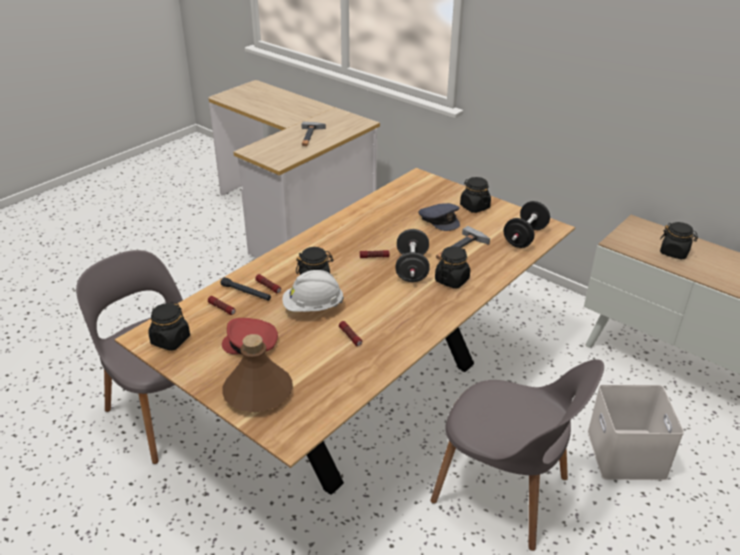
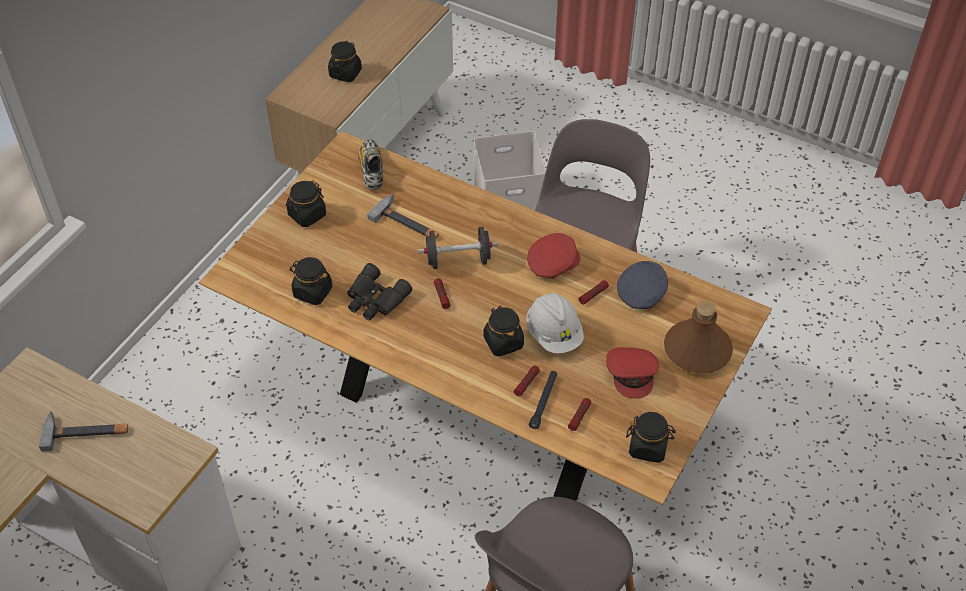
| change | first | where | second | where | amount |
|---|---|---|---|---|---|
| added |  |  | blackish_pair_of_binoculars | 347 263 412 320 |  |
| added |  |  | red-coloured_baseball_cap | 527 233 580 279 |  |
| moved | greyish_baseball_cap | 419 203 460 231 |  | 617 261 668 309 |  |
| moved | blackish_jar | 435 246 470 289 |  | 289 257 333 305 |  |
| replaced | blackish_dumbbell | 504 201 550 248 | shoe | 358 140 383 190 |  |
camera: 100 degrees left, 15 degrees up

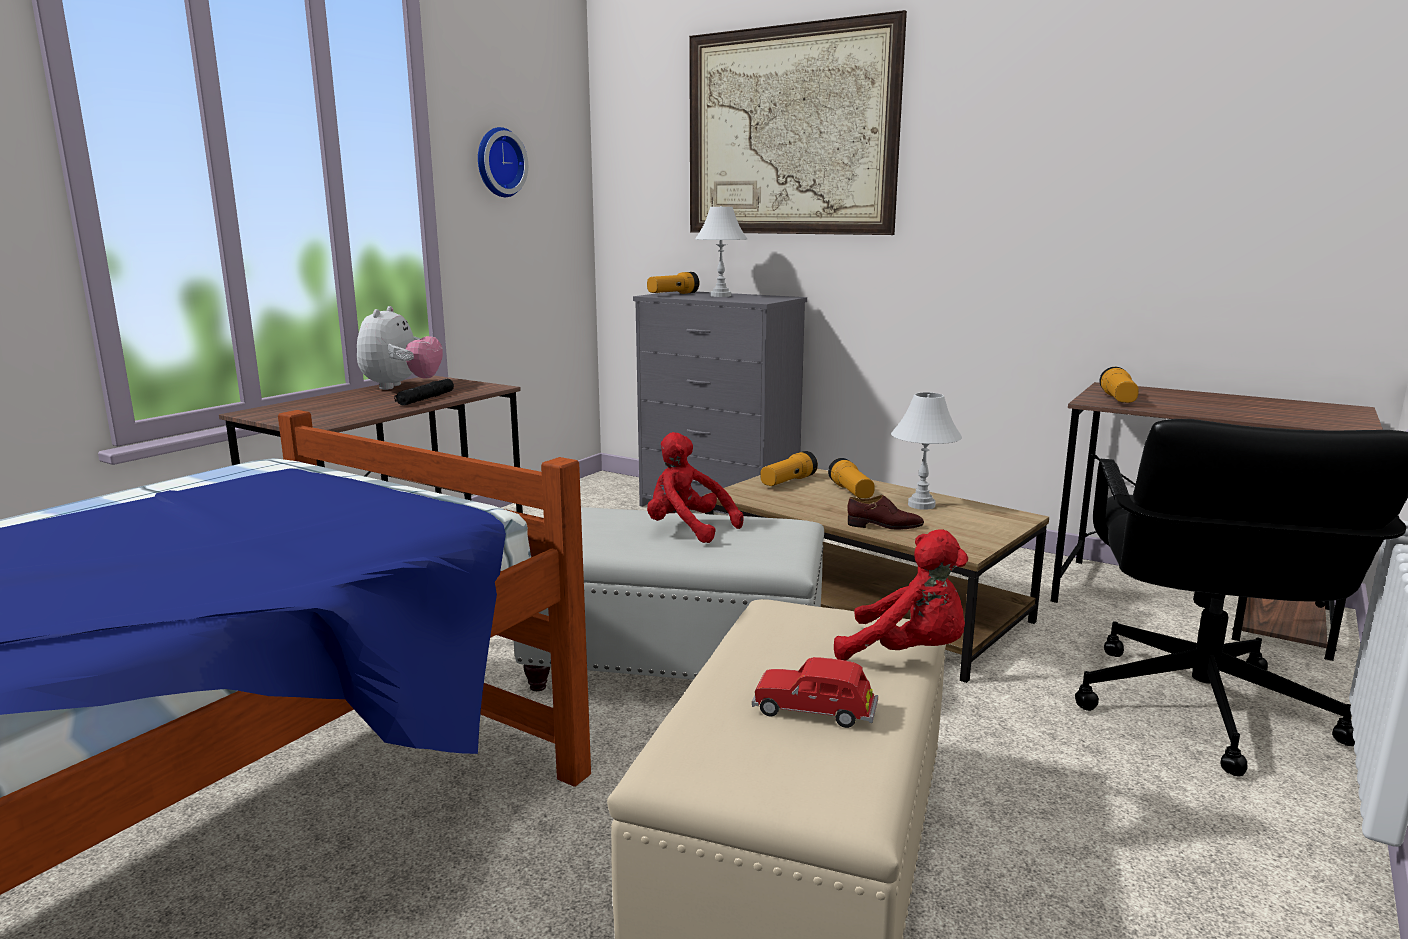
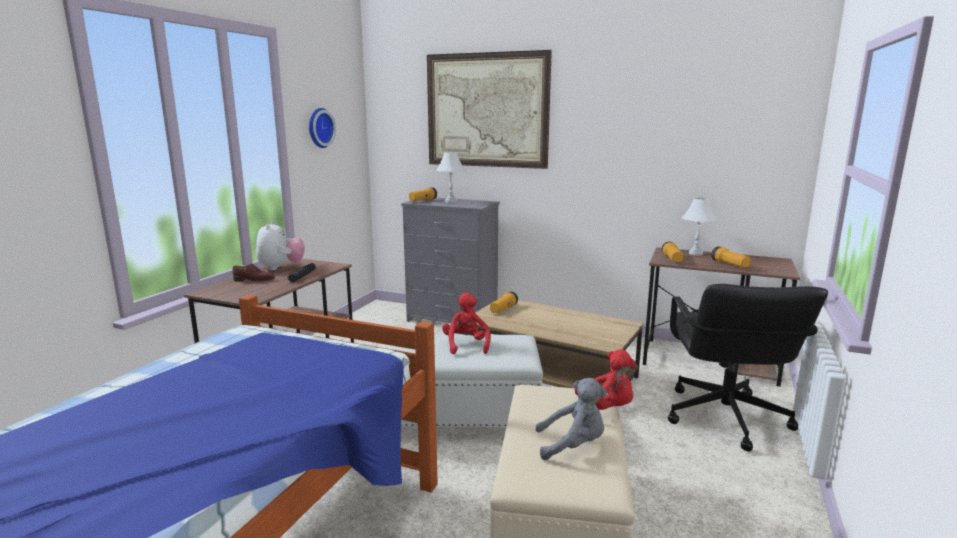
| change | first | where | second | where | amount |
|---|---|---|---|---|---|
| moved | flashlight | 828 458 875 499 |  | 711 246 751 268 |  |
| moved | brown_shoe | 847 495 924 530 |  | 232 263 275 282 |  |
| moved | white_tabletop_lamp | 891 392 962 510 |  | 682 198 718 255 |  |
| replaced | red-coloured_toy_car | 752 657 878 728 | greyish_cuddly_toy | 536 378 607 460 |  |
| turned | red-coloured_cuddly_toy | 647 432 744 543 |  | 442 292 491 354 | 60 degrees clockwise |
camera: 10 degrees left, 0 degrees up

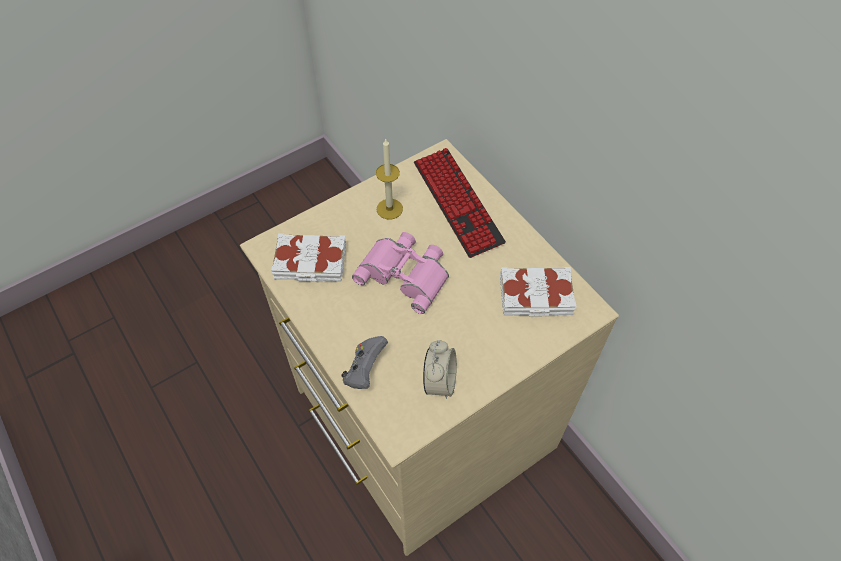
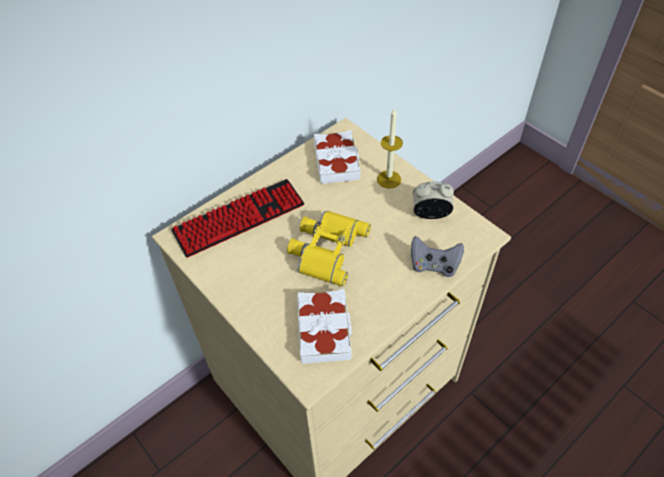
| change | first | where | second | where | amount |
|---|---|---|---|---|---|
| moved | wax_candle | 376 139 403 220 |  | 377 107 403 189 |  |
| recoloured | pinkish_pair_of_binoculars | 352 232 449 314 | yellow_pair_of_binoculars | 287 211 371 286 |  |
camera: 95 degrees left, 5 degrees down

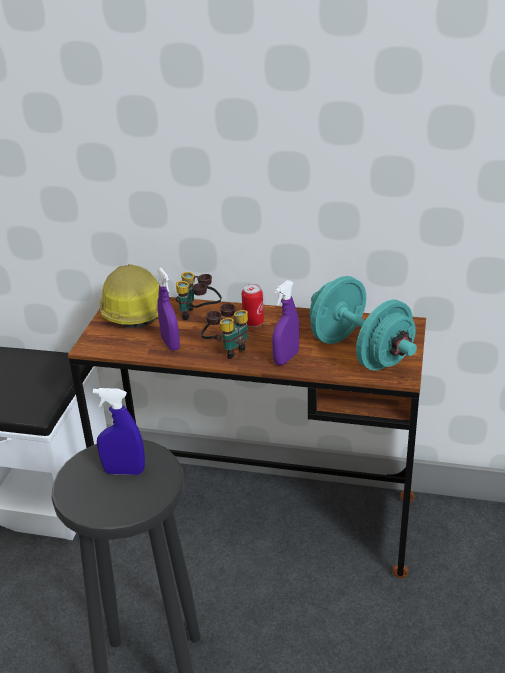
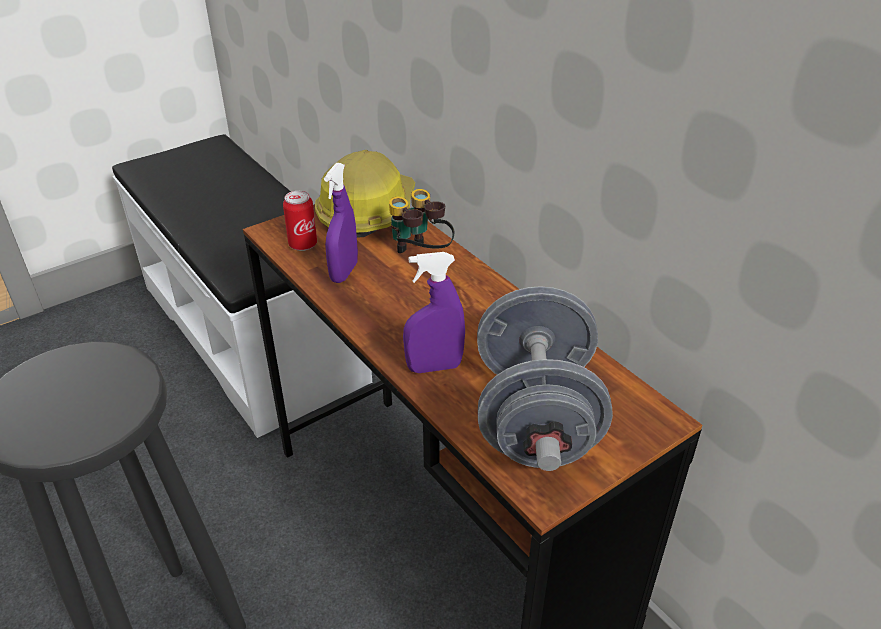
| change | first | where | second | where | amount |
|---|---|---|---|---|---|
| removed | blue-coloured_hand_sprayer | 93 388 145 475 |  |  |  |
| removed | pair_of_binoculars | 201 303 248 359 |  |  |  |
| moved | sealed_can | 242 284 264 327 |  | 283 191 317 251 |  |
| recoloured | turquoise-coloured_dumbbell | 310 276 417 371 | greyish_dumbbell | 477 286 613 471 |  |
camera: 40 degrees right, 5 degrees up

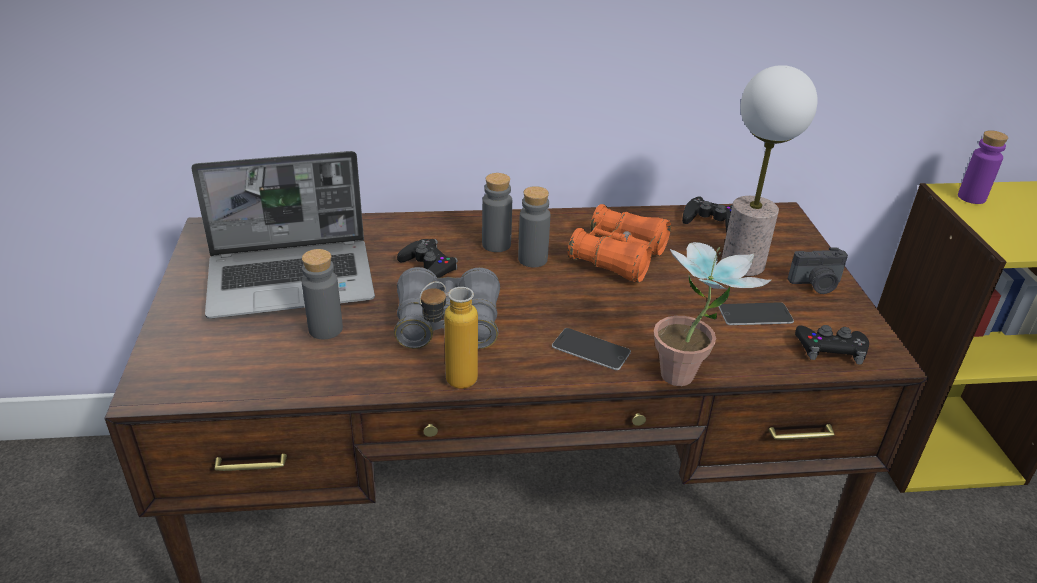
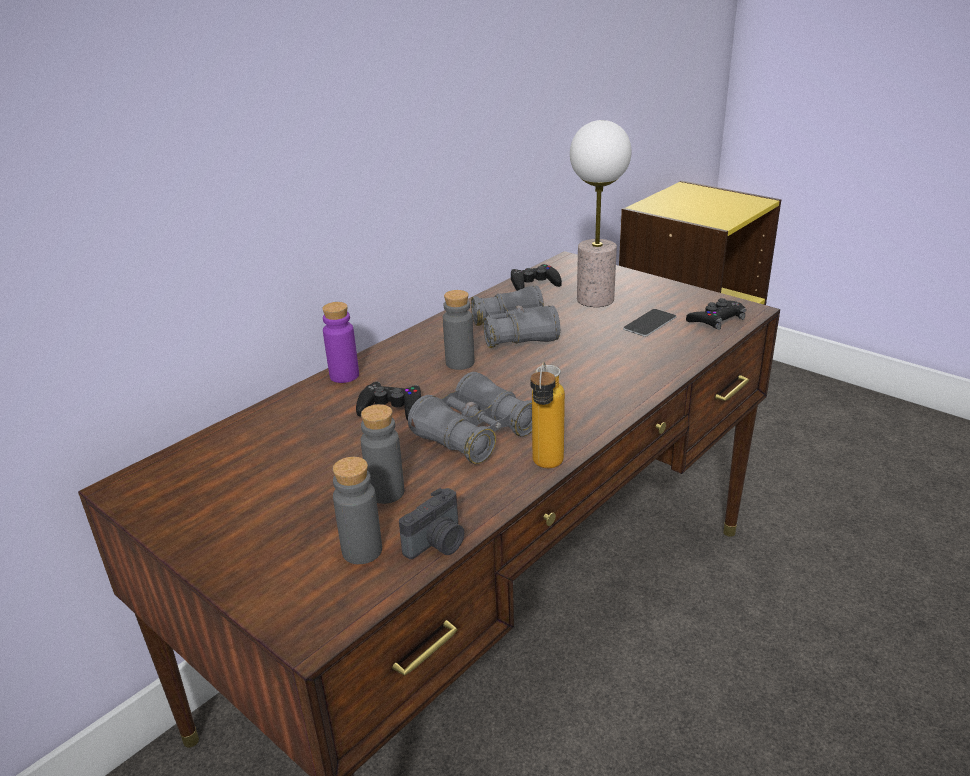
| change | first | where | second | where | amount |
|---|---|---|---|---|---|
| removed | portable_computer | 191 151 375 319 |  |  |  |
| removed | handset | 552 328 631 370 |  |  |  |
| removed | potted_plant | 654 242 772 386 |  |  |  |
| moved | greyish_beverage_bottle | 482 173 512 252 |  | 333 457 382 564 |  |
| moved | still_camera | 788 247 848 294 |  | 399 488 464 559 |  |
| moved | purple_beverage_bottle | 958 130 1008 204 |  | 322 302 359 383 |  |
| recoloured | orange-coloured_pair_of_binoculars | 568 204 671 283 | greyish_pair_of_binoculars | 471 286 560 348 |  |
camera: 40 degrees left, 5 degrees down

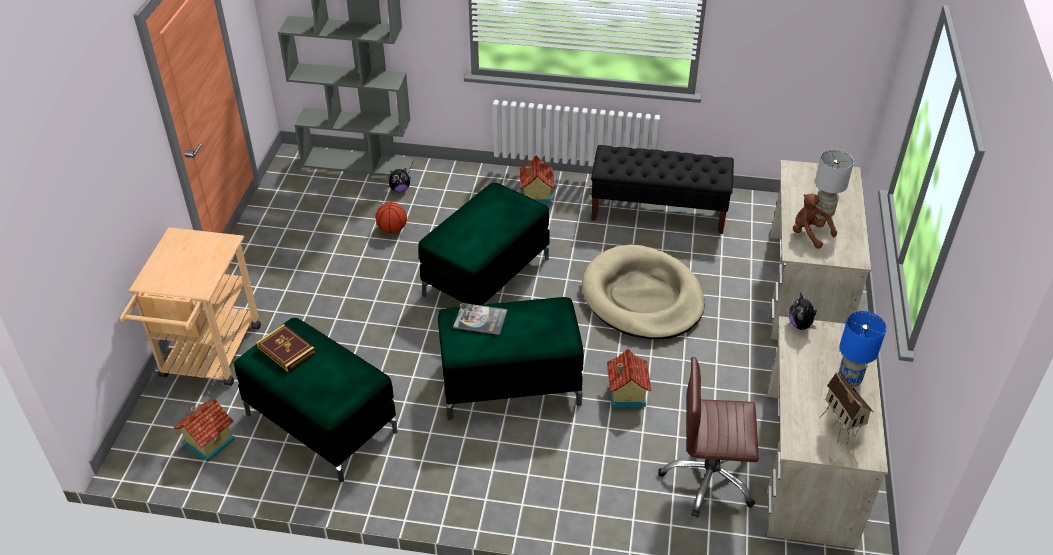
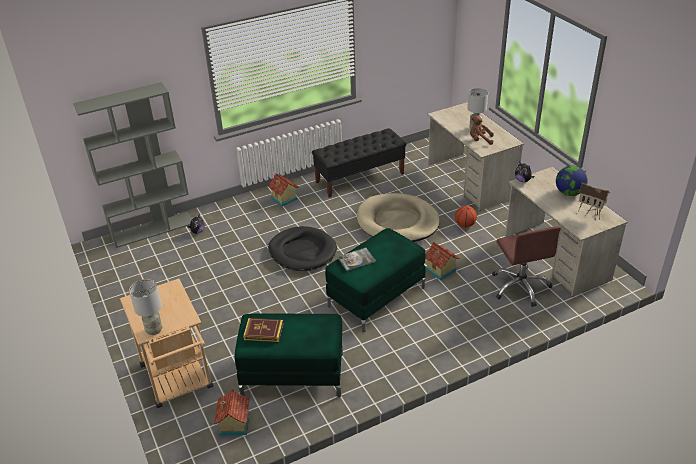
| change | first | where | second | where | amount |
|---|---|---|---|---|---|
| added |  |  | greyish_tabletop_lamp | 129 279 162 335 |  |
| moved | basketball_ball | 375 202 407 233 |  | 455 206 477 227 |  |
| replaced | green-coloured_ottoman | 418 183 550 305 | blackish_dog_cushion | 268 226 337 271 |  |
| replaced | blue-coloured_tabletop_lamp | 838 311 887 387 | desk_globe | 556 165 588 196 |  |
| turned | brown_computer_chair | 658 357 758 518 |  | 492 226 561 307 | 75 degrees counterclockwise |
camera: 35 degrees left, 5 degrees down

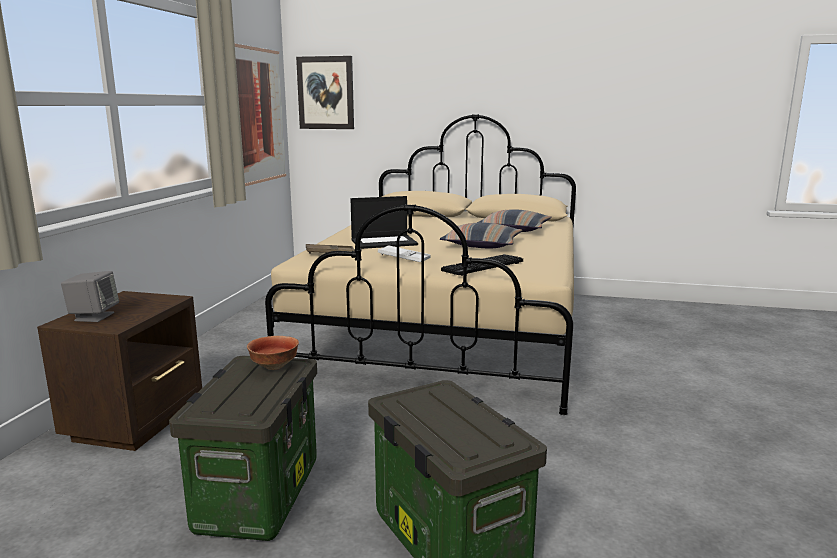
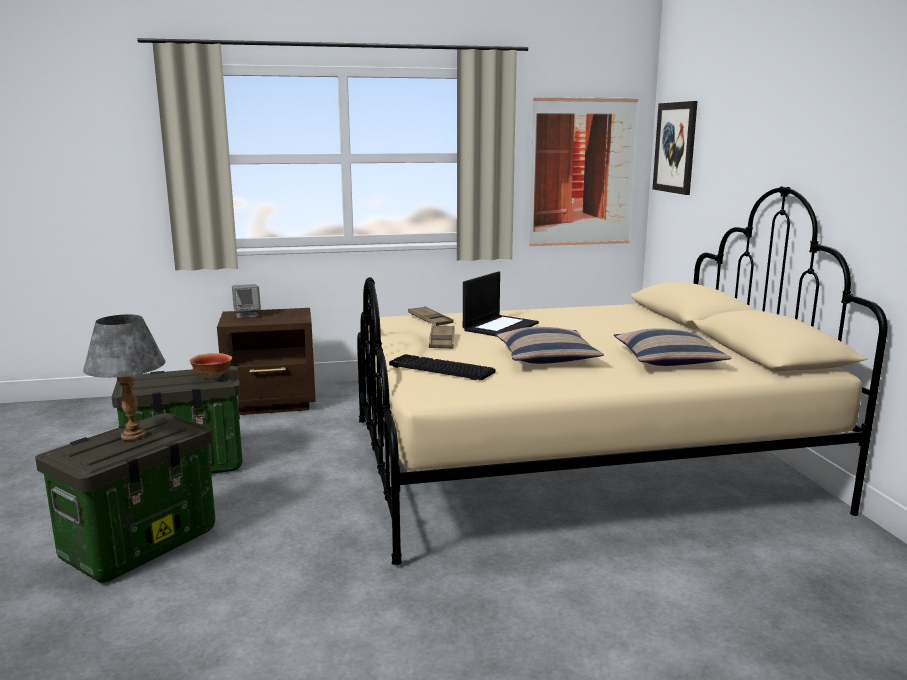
| change | first | where | second | where | amount |
|---|---|---|---|---|---|
| added |  |  | greyish_tabletop_lamp | 83 314 165 440 |  |
| recoloured | white_carrying_tray | 378 245 431 262 | brown_carrying_tray | 429 325 455 348 |  |
| turned | portable_computer | 351 196 418 249 |  | 463 271 539 337 | 105 degrees counterclockwise |
camera: 65 degrees right, 0 degrees up

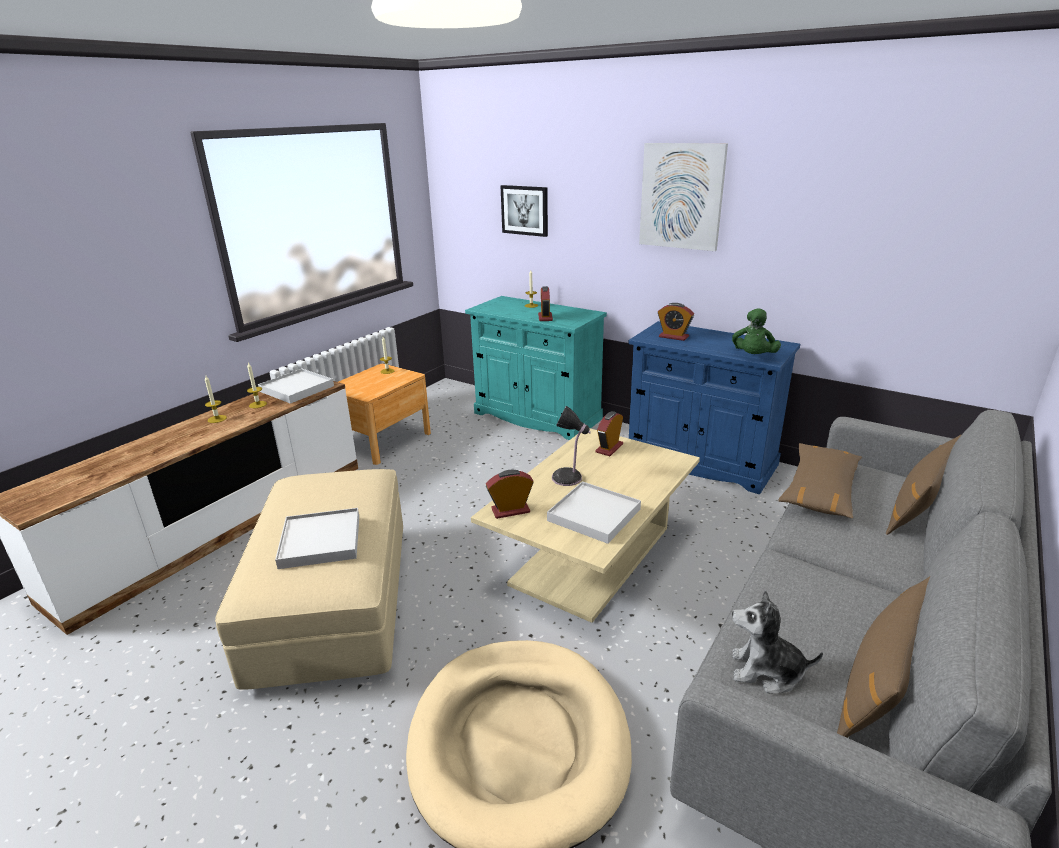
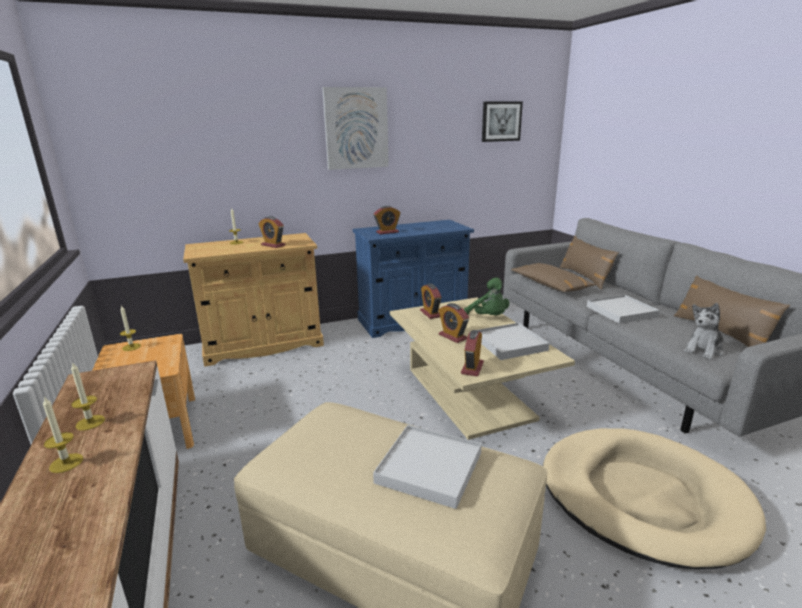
| change | first | where | second | where | amount |
|---|---|---|---|---|---|
| moved | white_carrying_tray | 258 369 334 404 |  | 587 295 660 324 |  |
| moved | wall_picture | 501 185 548 237 |  | 482 101 523 142 |  |
| moved | green-coloured_cuddly_toy | 732 309 781 354 |  | 464 277 510 315 |  |
| replaced | tabletop_lamp | 552 406 591 486 | table_clock | 439 303 469 343 |  |
| recoloured | turquoise-coloured_storage_cabinet | 465 296 607 440 | beige_storage_cabinet | 183 233 324 367 |  |
camera: 55 degrees left, 5 degrees down

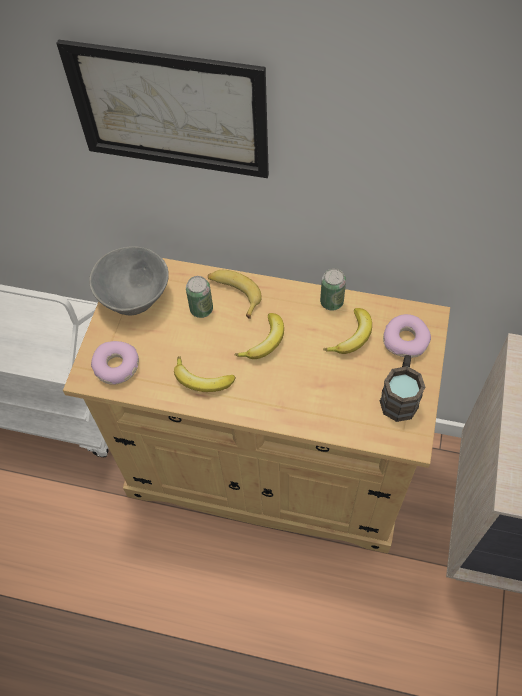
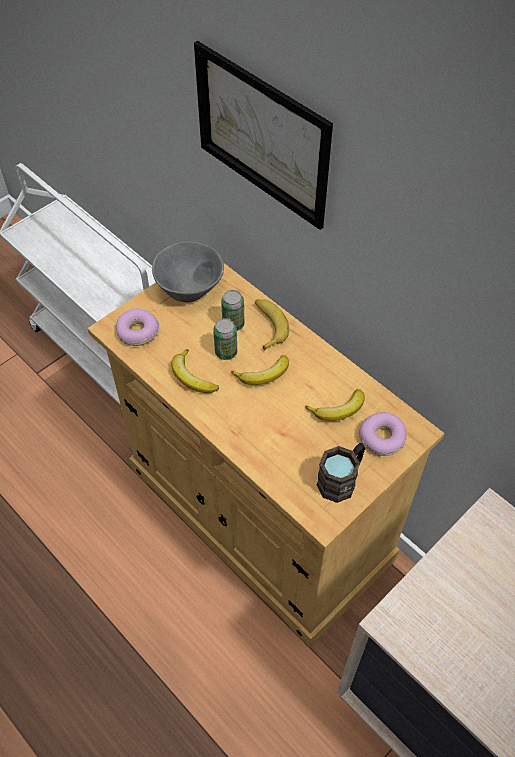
| change | first | where | second | where | amount |
|---|---|---|---|---|---|
| moved | sealed_can | 320 268 346 311 |  | 213 318 237 360 |  |
camera: 30 degrees right, 5 degrees down

